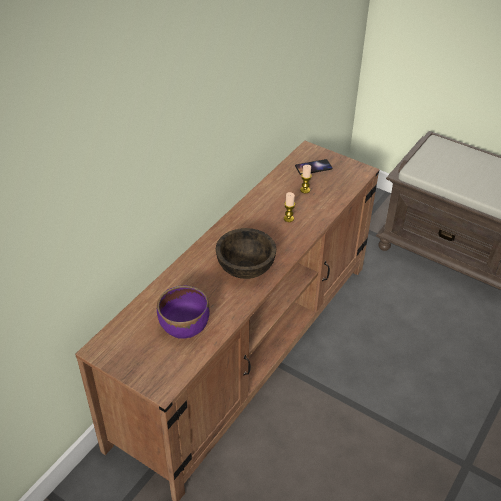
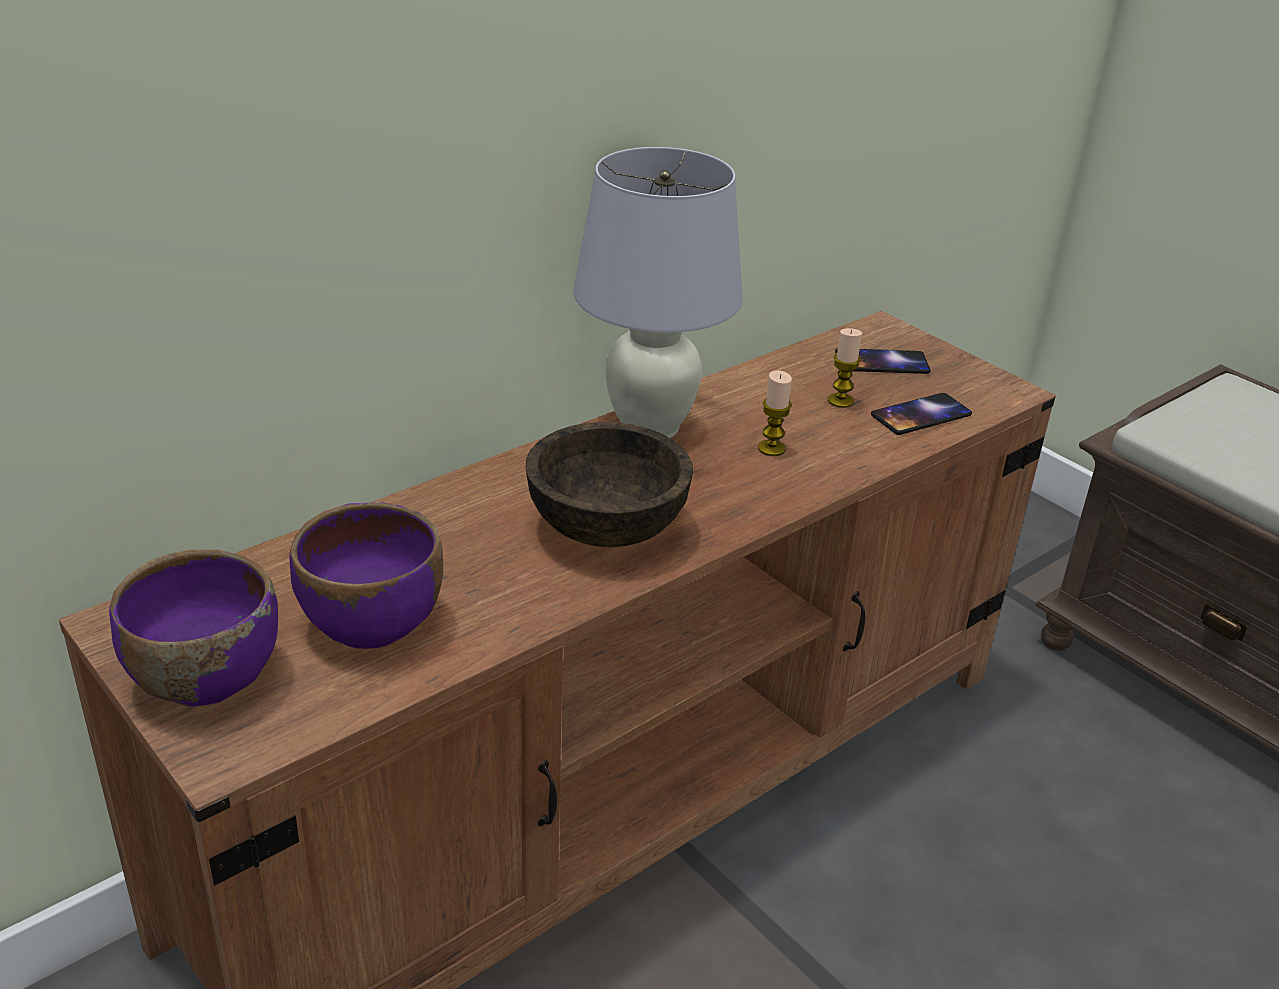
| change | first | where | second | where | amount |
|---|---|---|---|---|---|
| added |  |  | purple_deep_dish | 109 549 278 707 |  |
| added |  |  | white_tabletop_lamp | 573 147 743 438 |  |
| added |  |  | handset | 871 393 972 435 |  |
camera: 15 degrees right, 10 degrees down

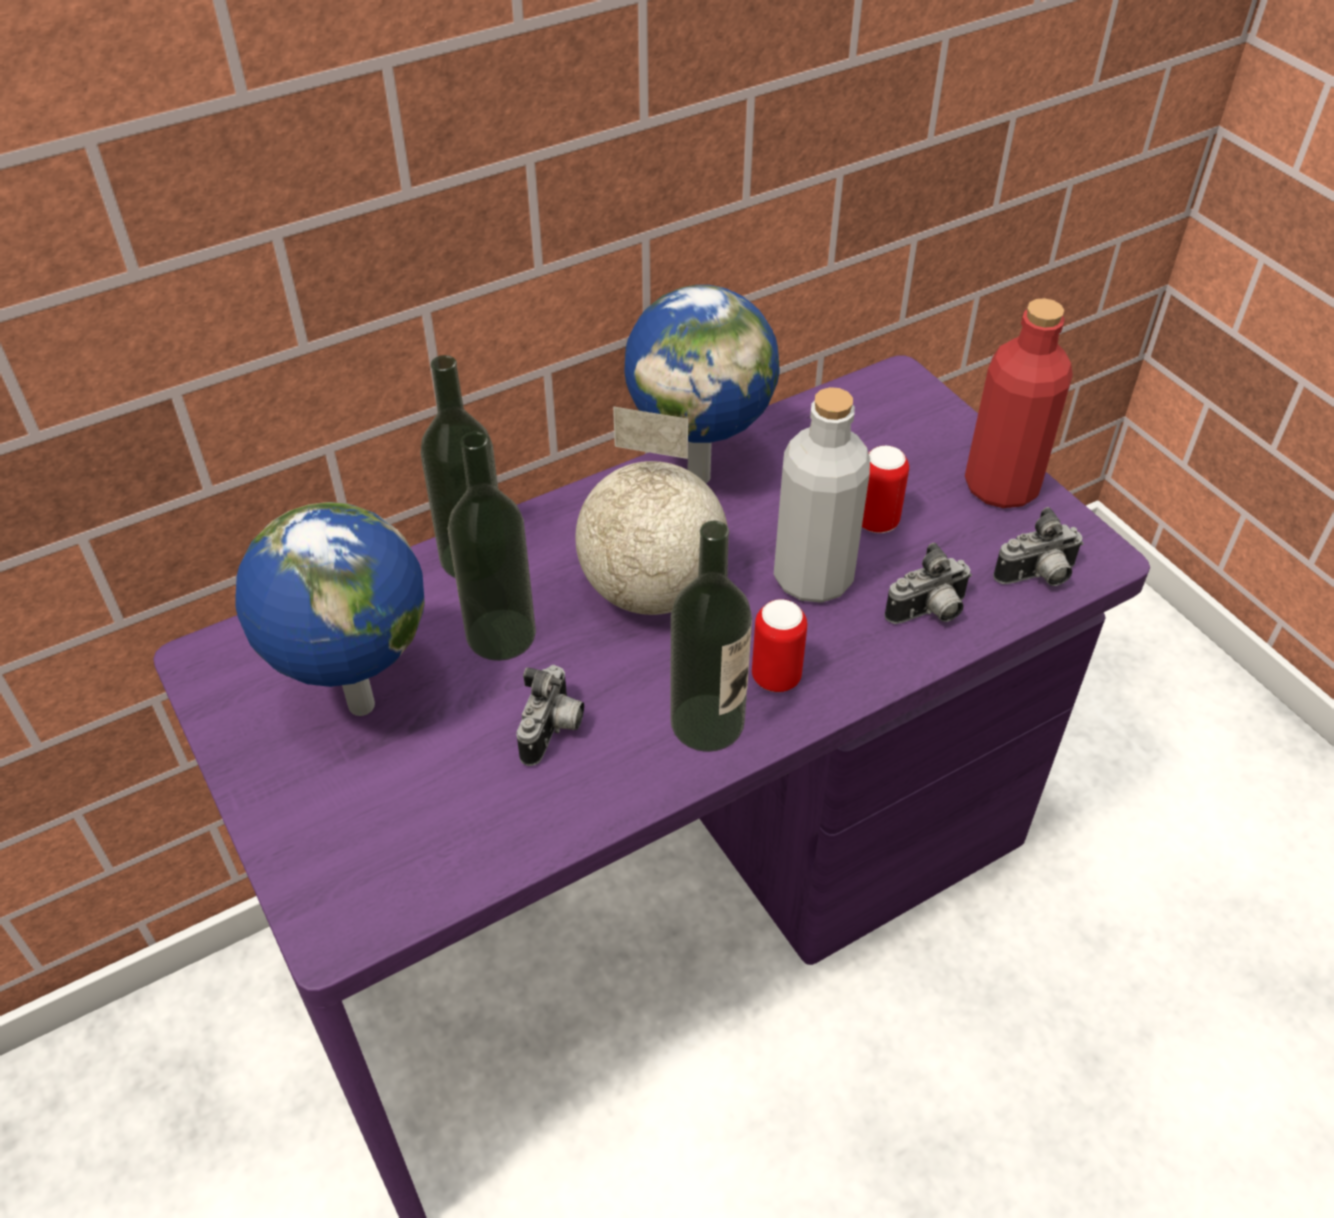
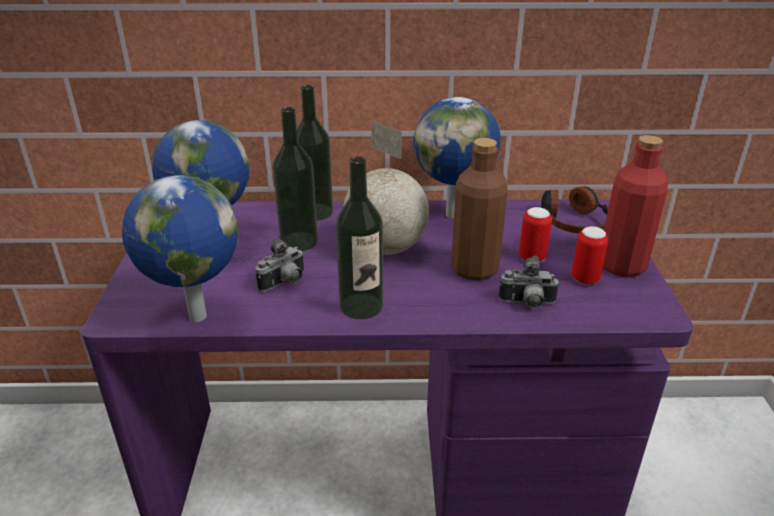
| change | first | where | second | where | amount |
|---|---|---|---|---|---|
| removed | still_camera | 993 507 1084 586 |  |  |  |
| added |  |  | desk_globe | 122 175 239 322 |  |
| added |  |  | pair_of_headphones | 541 186 609 233 |  |
| moved | sealed_can | 752 599 807 692 |  | 571 226 608 285 |  |
| recoloured | greyish_beverage_bottle | 774 387 870 603 | brown_beverage_bottle | 451 138 508 281 |  |
camera: 30 degrees right, 15 degrees down

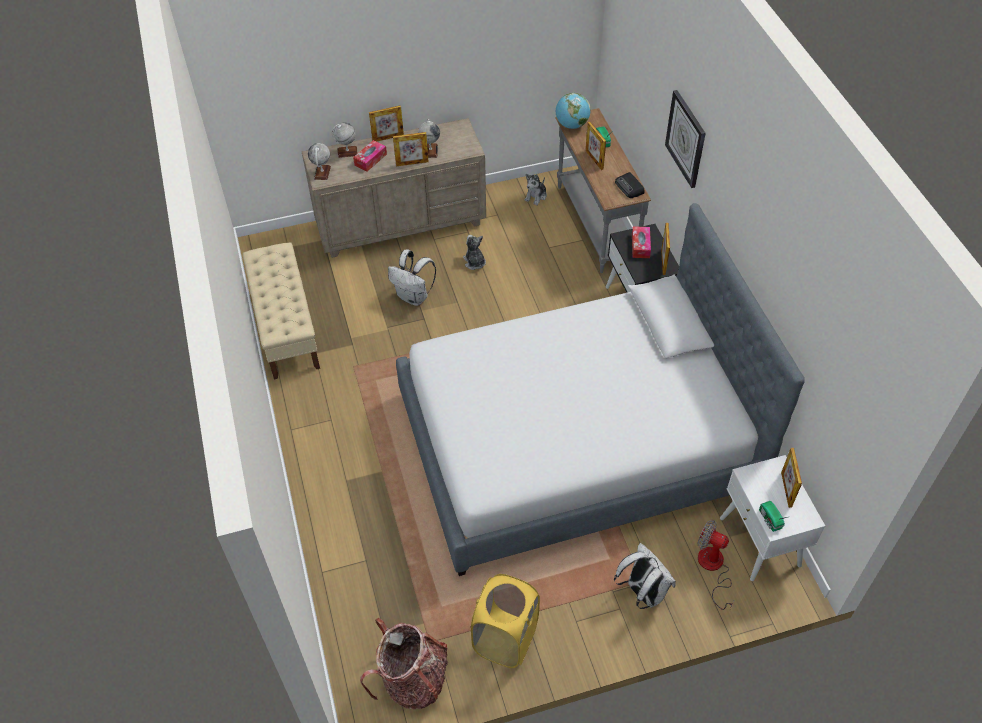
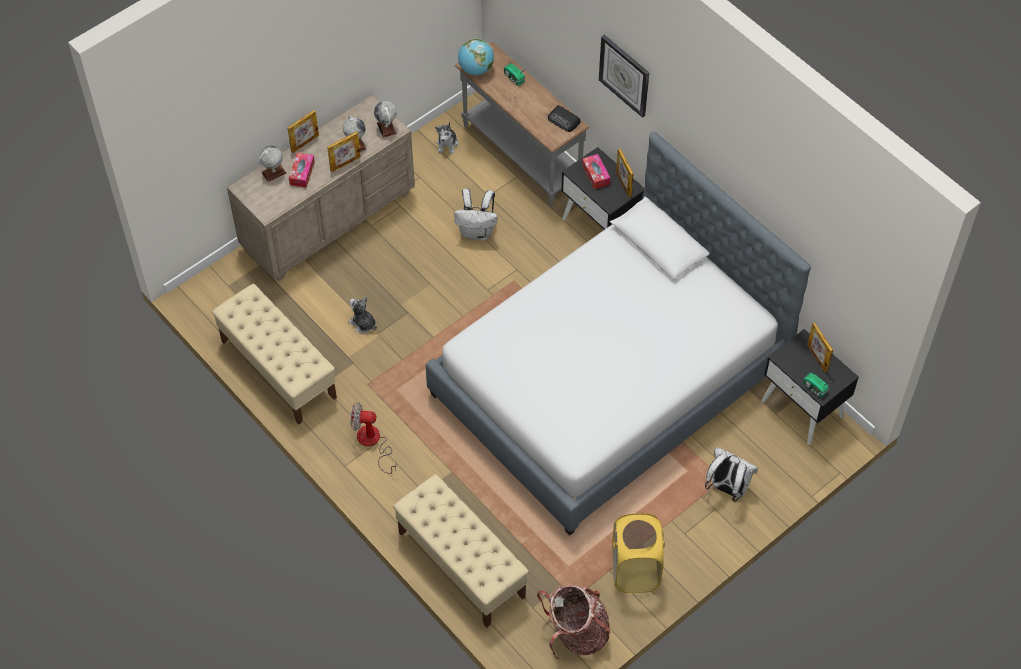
| change | first | where | second | where | amount |
|---|---|---|---|---|---|
| removed | picture_frame | 585 122 606 170 |  |  |  |
| added |  |  | beige_indoor_bench | 393 474 529 628 |  |
| moved | desk_globe | 308 143 331 180 |  | 374 101 397 138 |  |
| moved | white_backpack | 388 250 436 306 |  | 454 189 498 240 |  |
| moved | cuddly_toy | 463 235 486 270 |  | 348 296 377 334 |  |
| moved | electric_fan | 698 520 735 610 |  | 350 402 397 474 |  |
| recoloured | white_bedside_table | 720 455 825 581 | blackish_bedside_table | 761 329 859 445 |  |
camera: 25 degrees left, 5 degrees up

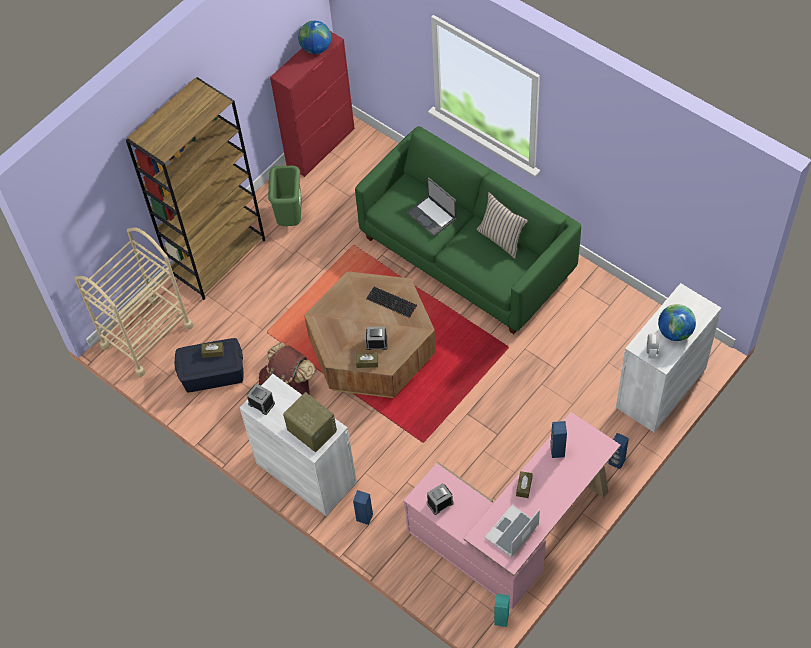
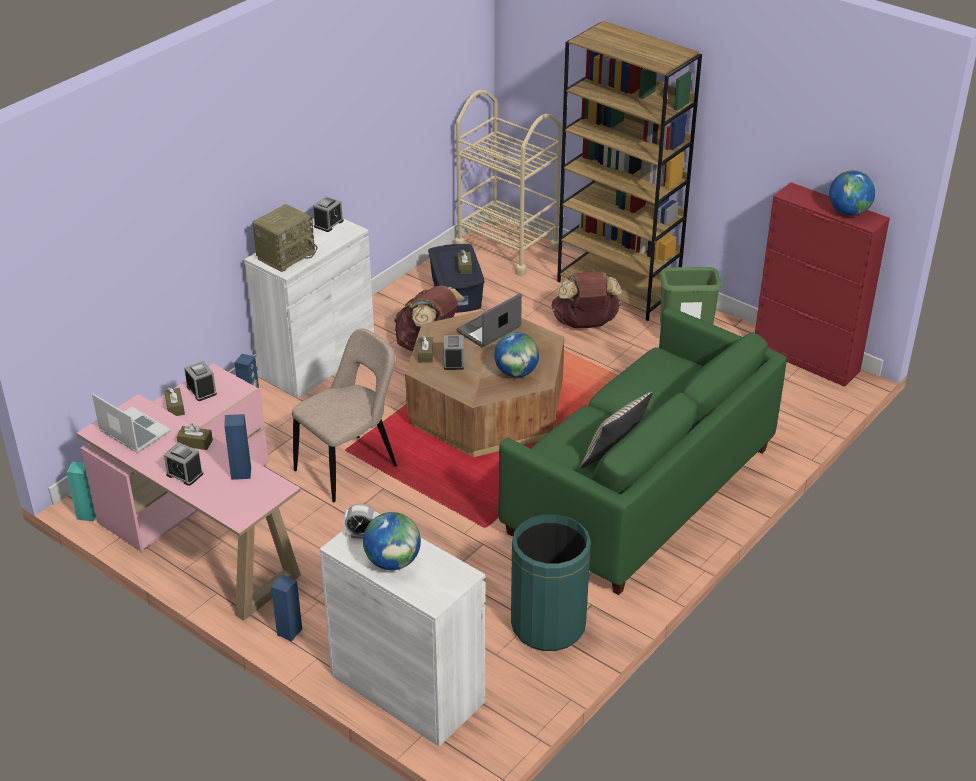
| change | first | where | second | where | amount |
|---|---|---|---|---|---|
| added |  |  | brown_tissue_box | 164 387 185 416 |  |
| added |  |  | table_clock | 164 442 204 486 |  |
| added |  |  | beige_upright_chair | 292 329 397 502 |  |
| added |  |  | green-coloured_waste_bin | 511 514 591 651 |  |
| added |  |  | brown_backpack | 551 271 622 328 |  |
| moved | portable_computer | 407 177 456 236 |  | 457 293 522 348 |  |
| replaced | keyboard | 366 287 417 318 | desk_globe | 494 332 539 377 |  |
camera: 85 degrees right, 20 degrees down

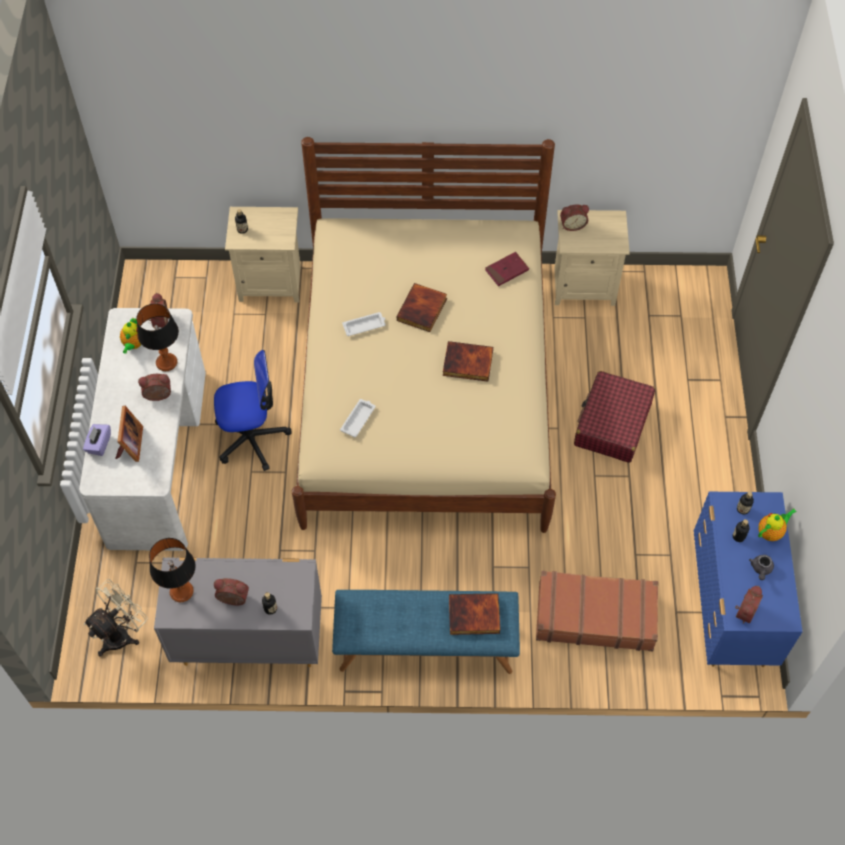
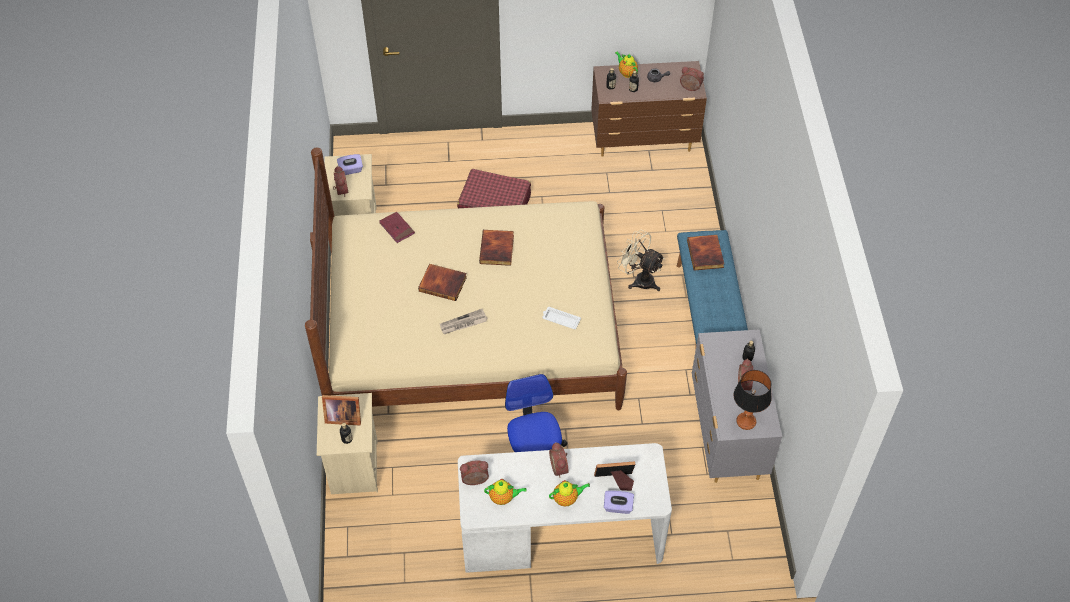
| change | first | where | second | where | amount |
|---|---|---|---|---|---|
| removed | tabletop_lamp | 136 304 179 371 |  |  |  |
| removed | brown_piece_of_luggage | 536 571 658 652 |  |  |  |
| added |  |  | picture_frame | 322 395 361 426 |  |
| added |  |  | purple_tissue_box | 337 154 363 175 |  |
| added |  |  | tea_pot | 549 480 590 506 |  |
| moved | beige_electric_fan | 83 579 148 657 |  | 617 230 665 291 |  |
| replaced | white_carrying_tray | 342 312 385 336 | daily_paper | 440 309 488 334 |  |
| recoloured | blue-coloured_chest_of_drawers | 694 492 803 667 | brown_chest_of_drawers | 591 61 707 157 |  |
camera: 95 degrees left, 5 degrees down

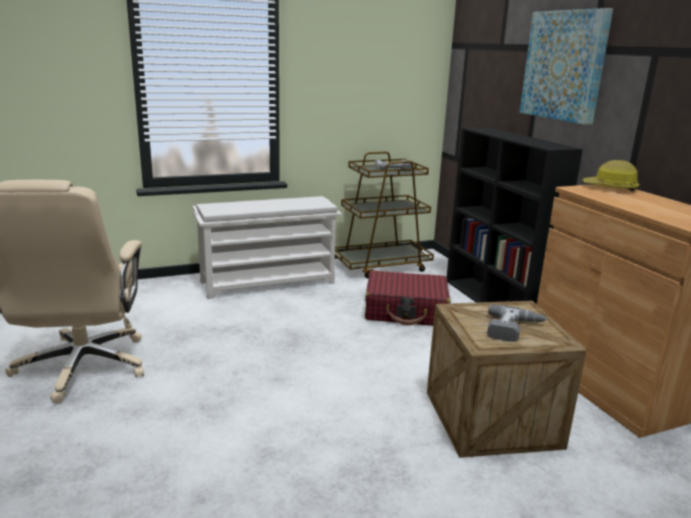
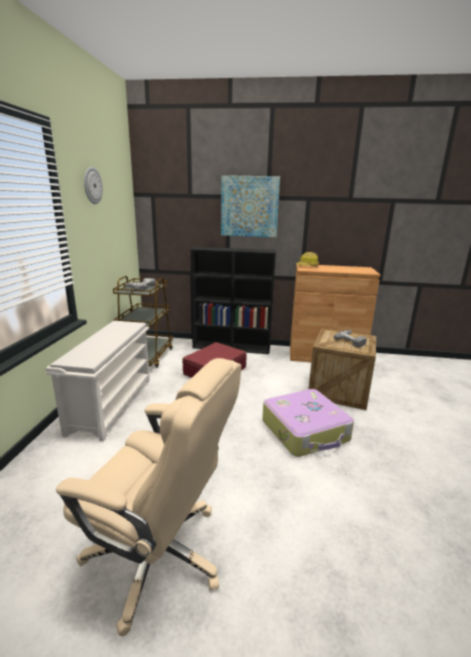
| change | first | where | second | where | amount |
|---|---|---|---|---|---|
| added |  |  | wall_clock | 84 167 103 204 |  |
| added |  |  | piece_of_luggage | 262 389 354 457 |  |
camera: 60 degrees left, 0 degrees up

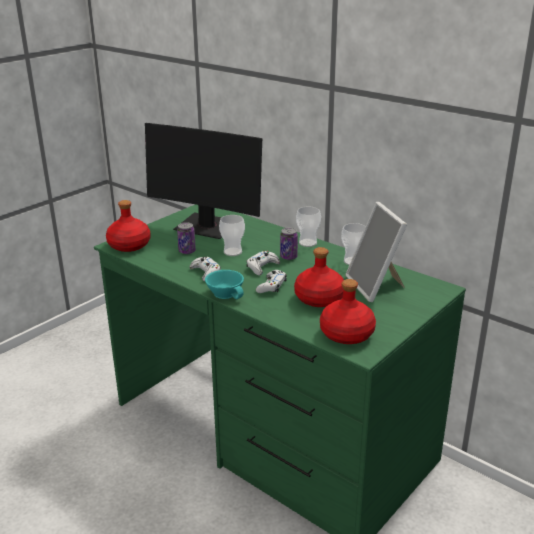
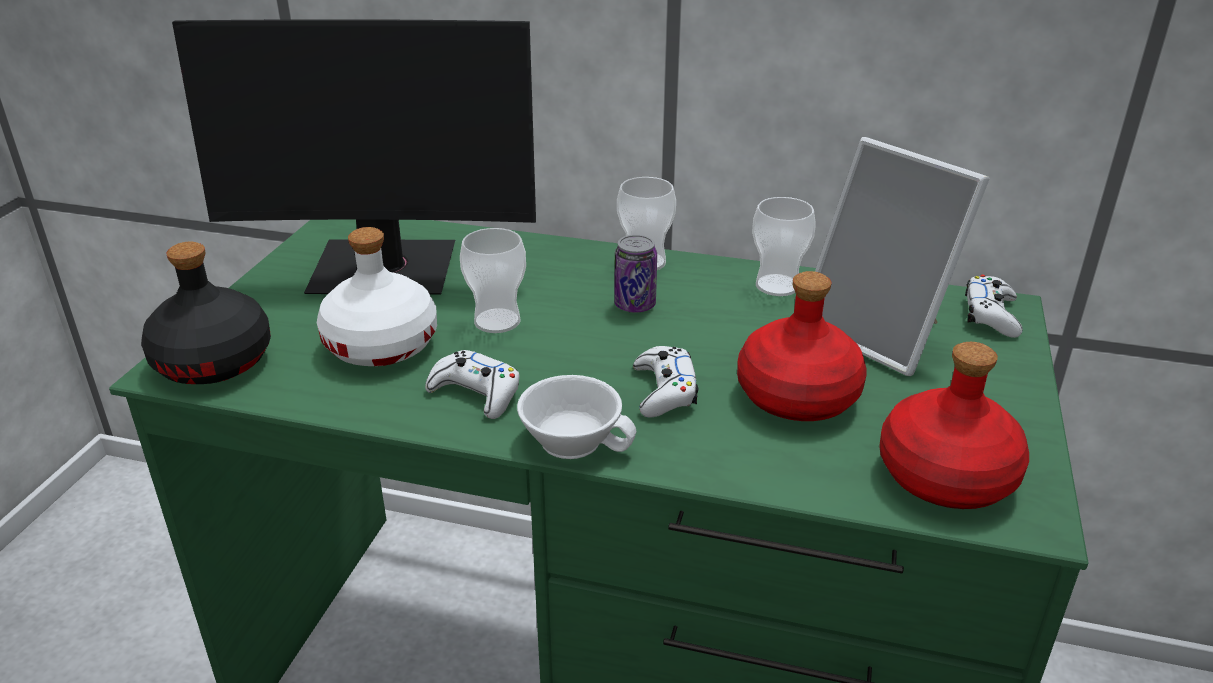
| change | first | where | second | where | amount |
|---|---|---|---|---|---|
| moved | white_joypad | 246 251 280 275 |  | 965 275 1023 338 |  |
| replaced | sealed_can | 177 222 196 254 | white_beverage_bottle | 317 227 437 366 |  |
| recoloured | red-coloured_beverage_bottle | 106 200 151 252 | blackish_beverage_bottle | 141 242 271 384 |  |
| recoloured | turquoise-coloured_drinking_cup | 205 270 244 299 | white_drinking_cup | 517 375 636 459 |  |
camera: 25 degrees left, 5 degrees up

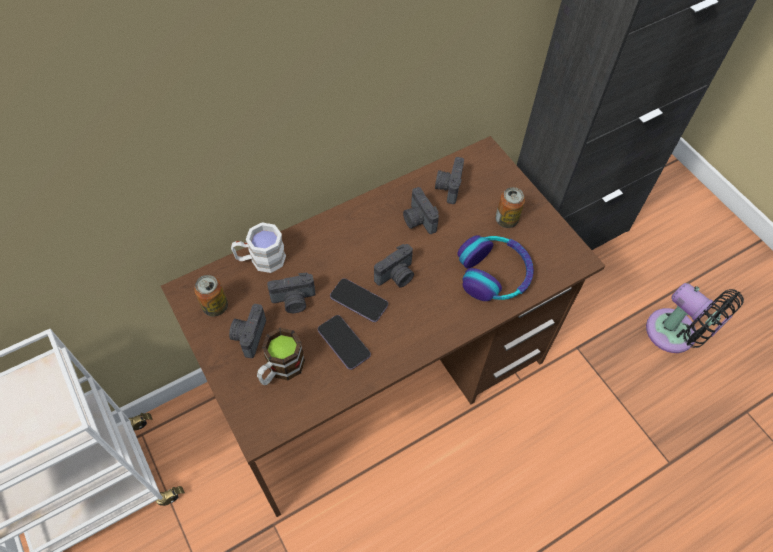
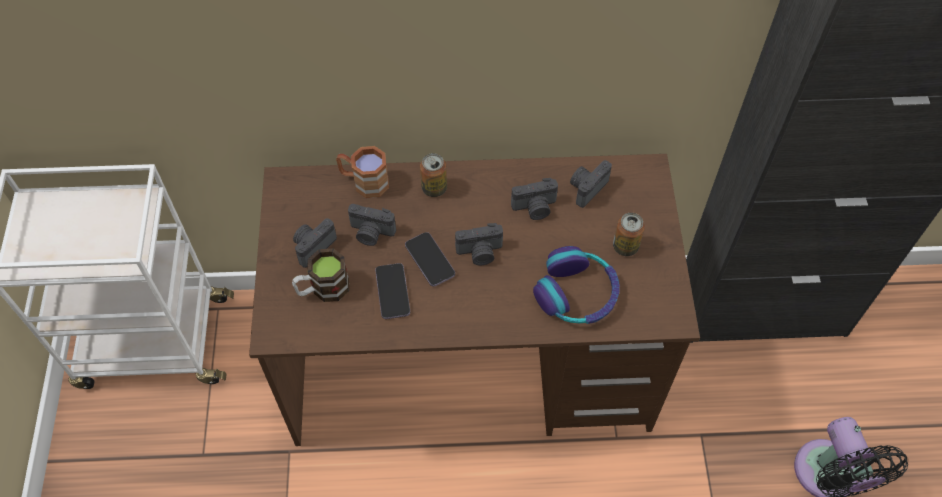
| change | first | where | second | where | amount |
|---|---|---|---|---|---|
| moved | sealed_can | 194 275 228 317 |  | 420 153 447 197 |  |
| recoloured | white_coffee_mug | 231 222 286 273 | brown_coffee_mug | 336 146 389 198 |  |
| turned | still_camera | 403 187 439 234 |  | 511 178 558 220 | 105 degrees counterclockwise |
camera: 30 degrees right, 0 degrees up

